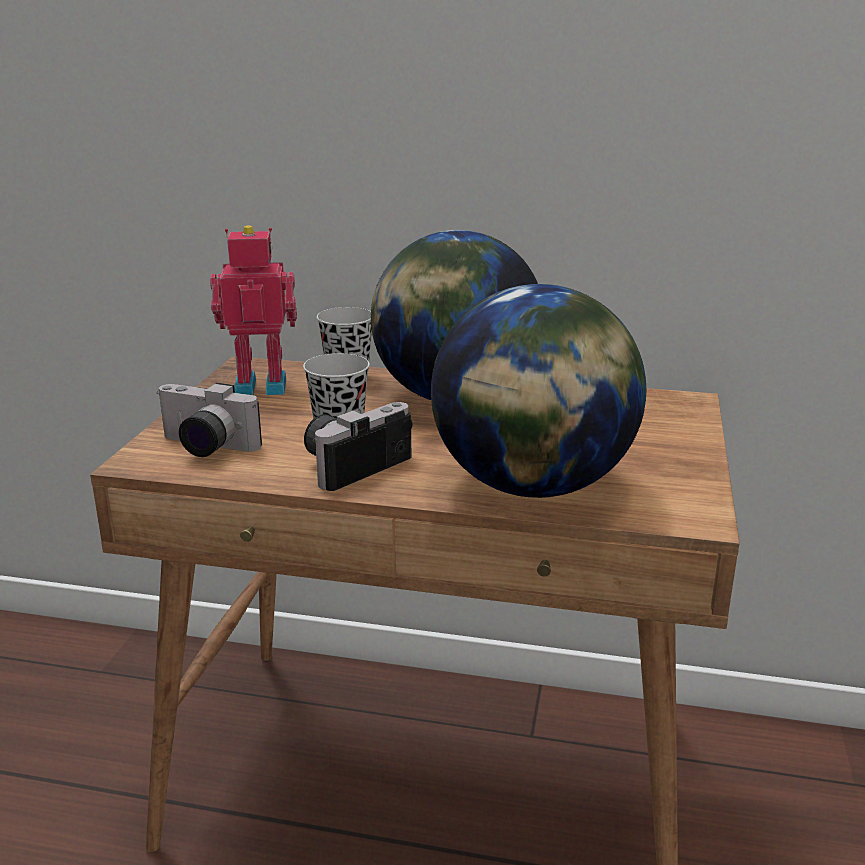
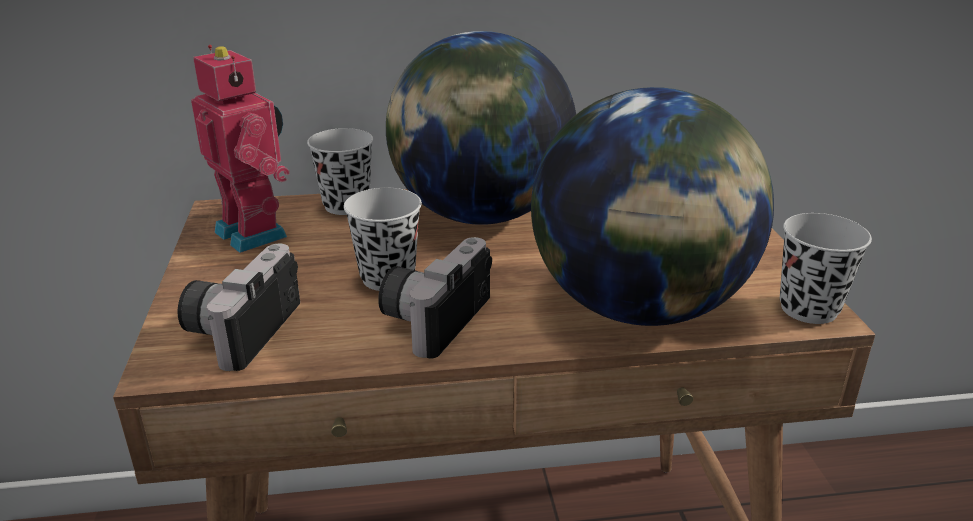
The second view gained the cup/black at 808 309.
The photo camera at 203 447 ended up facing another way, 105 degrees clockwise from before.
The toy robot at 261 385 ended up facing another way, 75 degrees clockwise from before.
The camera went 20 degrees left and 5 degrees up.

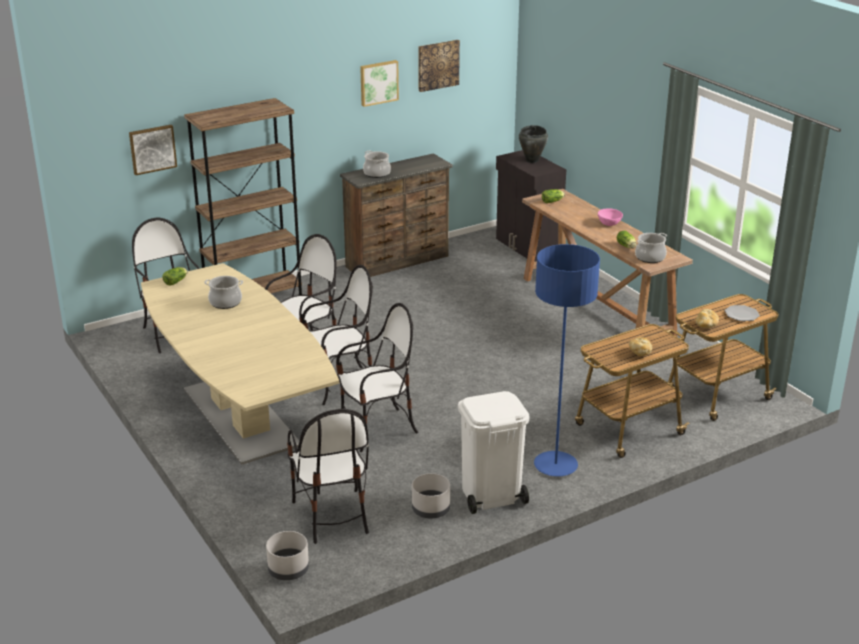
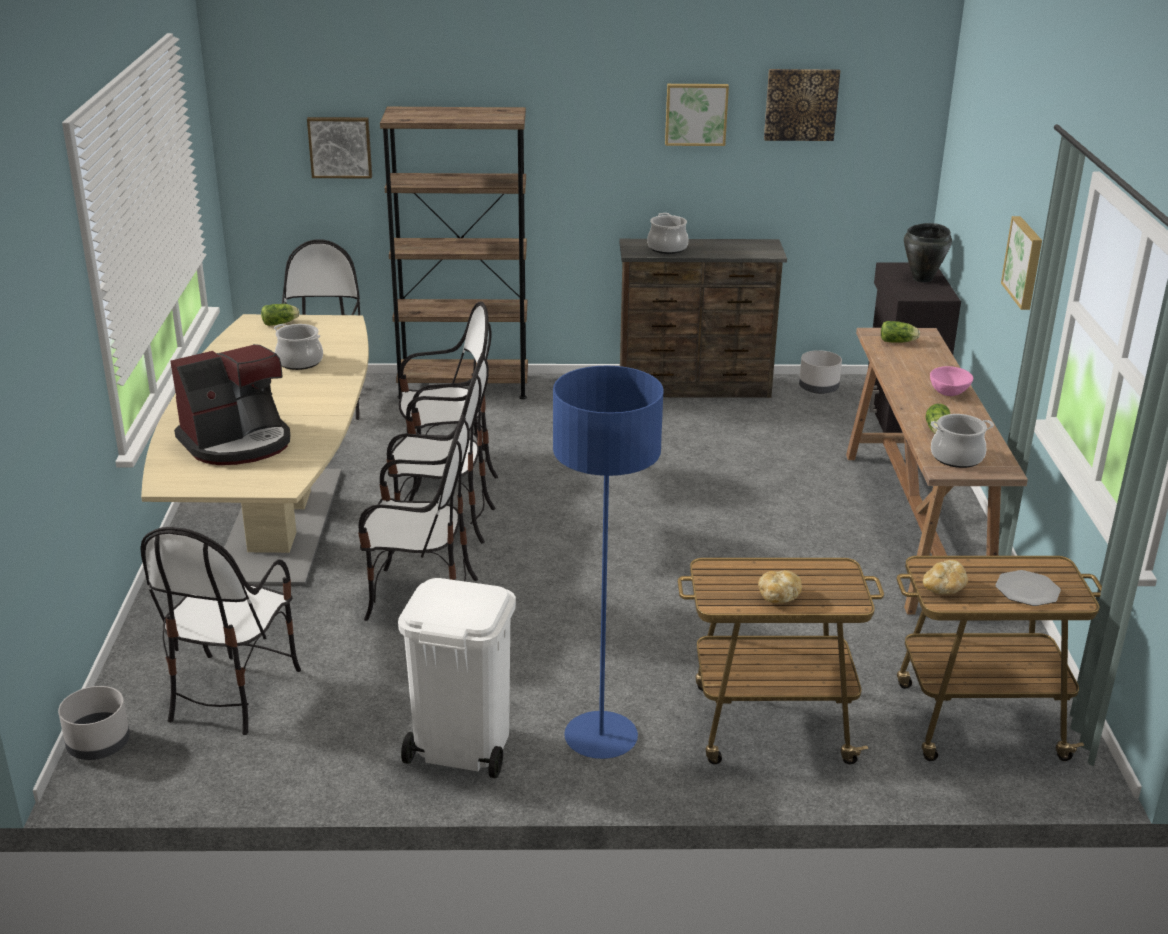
The second view gained the coffee machine at 238 442.
The second view gained the picture at 1025 262.
The planter/grey ended up elsewhere, having gone from 430 510 to 818 388.
The camera went 30 degrees right and 0 degrees up.

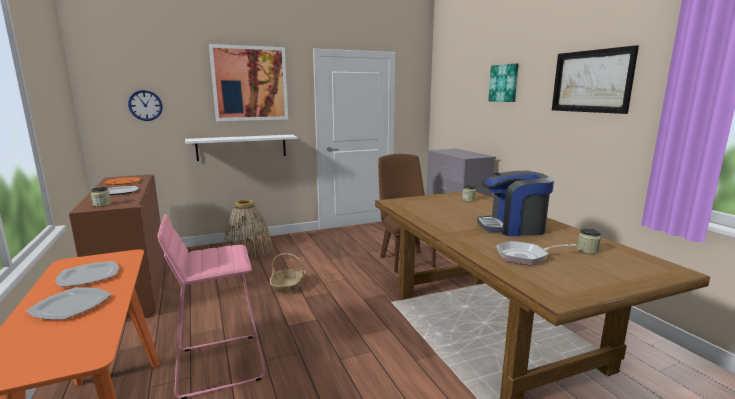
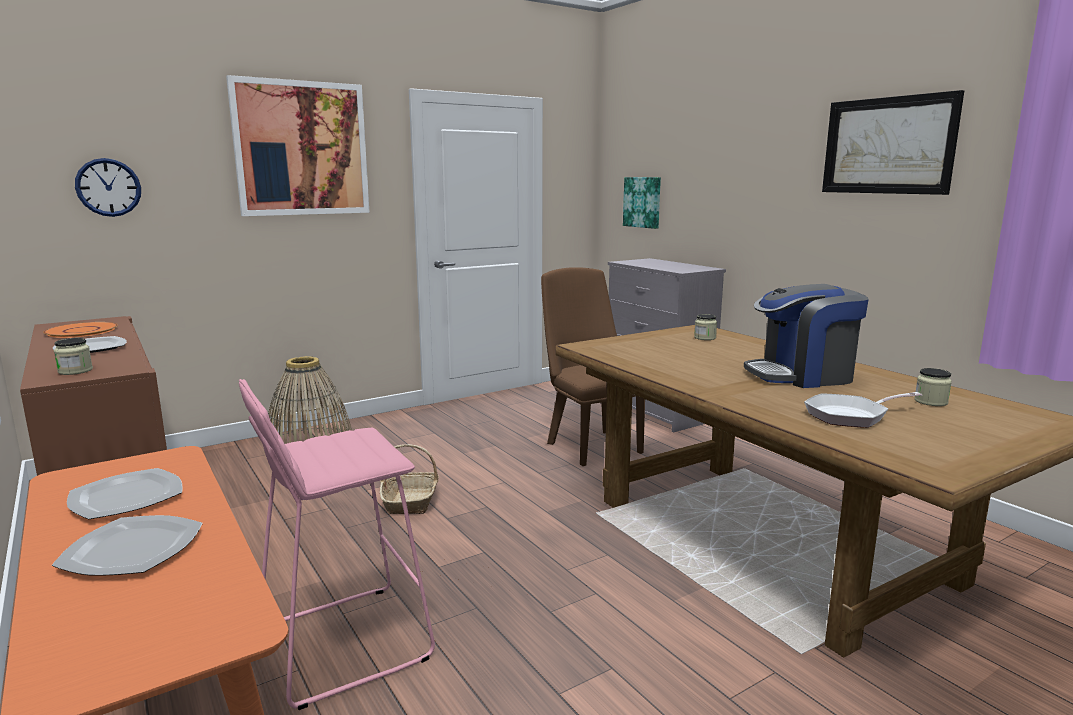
The second view lost the shelf/white at 242 147.
The picture ended up elsewhere, having gone from 504 83 to 643 202.
The camera went 10 degrees left and 0 degrees up.

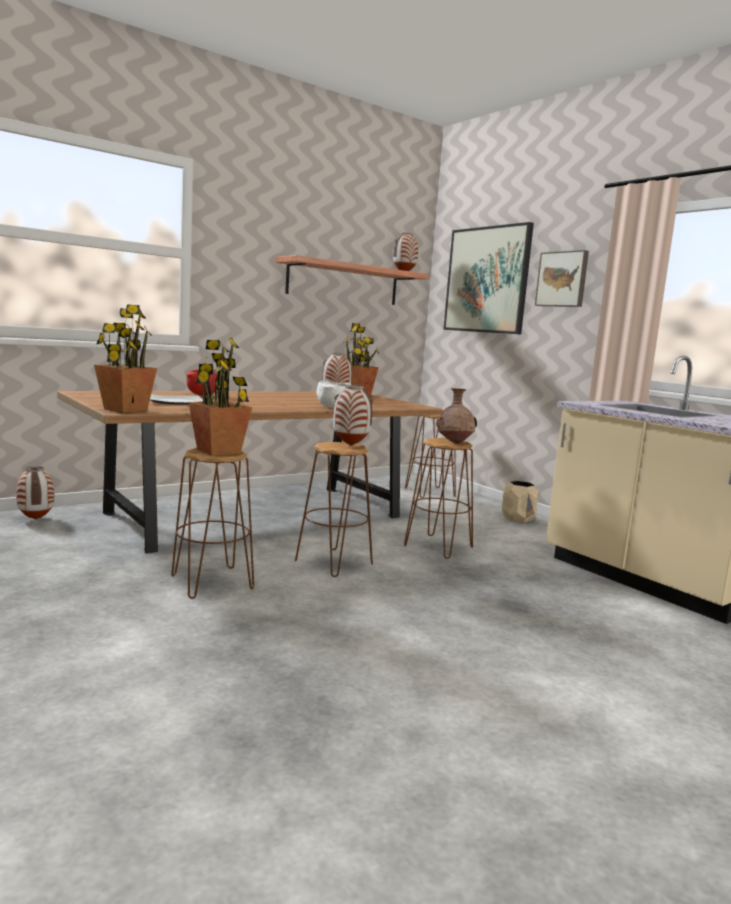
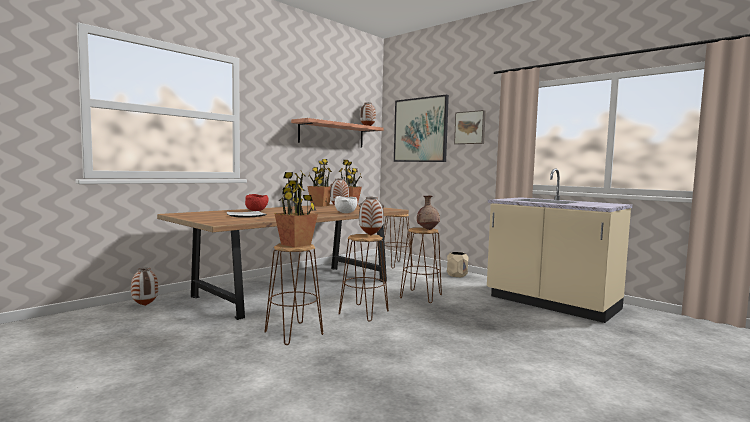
The potted plant ended up elsewhere, having gone from 125 410 to 320 205.
The camera went 10 degrees left and 5 degrees down.

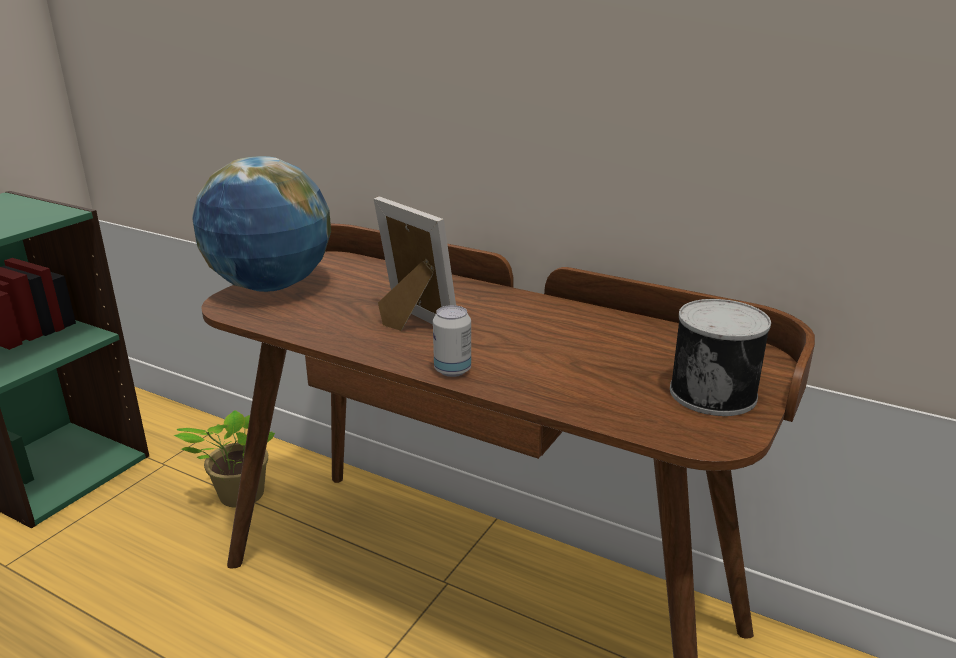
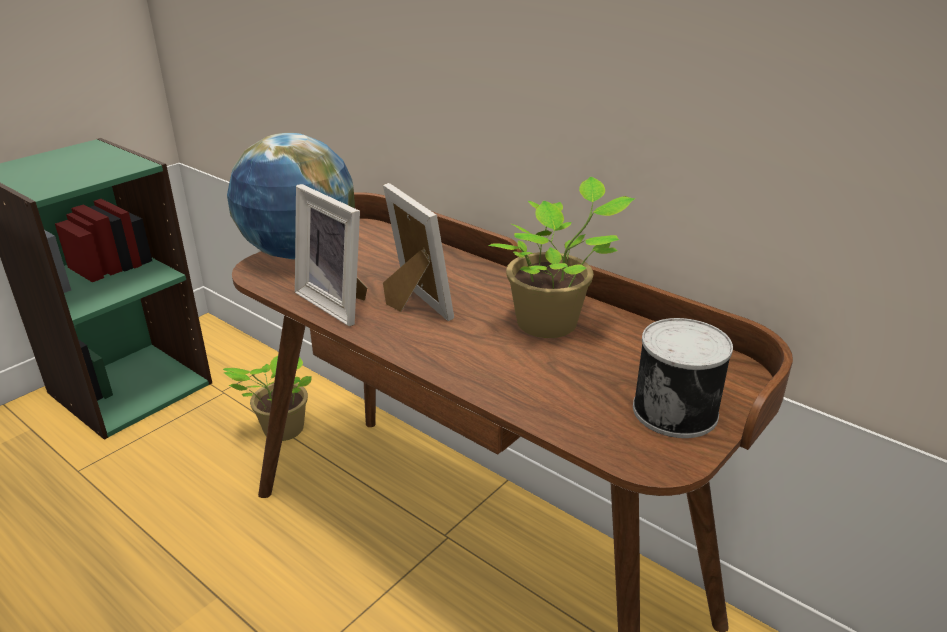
The second view lost the can at 452 370.
The second view gained the picture frame at 338 302.
The second view gained the potted plant at 552 324.
The camera went 10 degrees right and 5 degrees up.

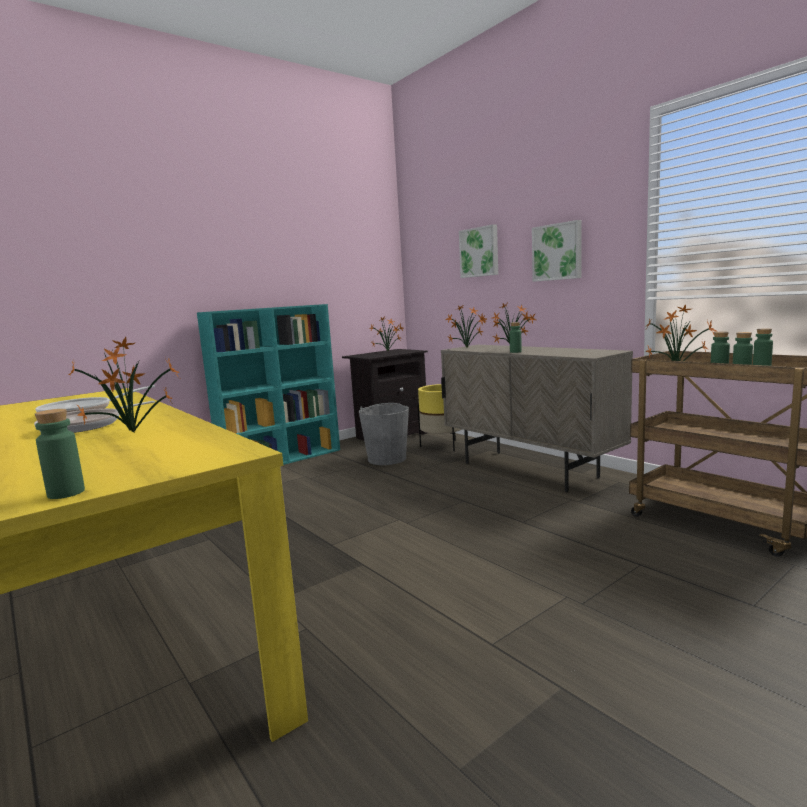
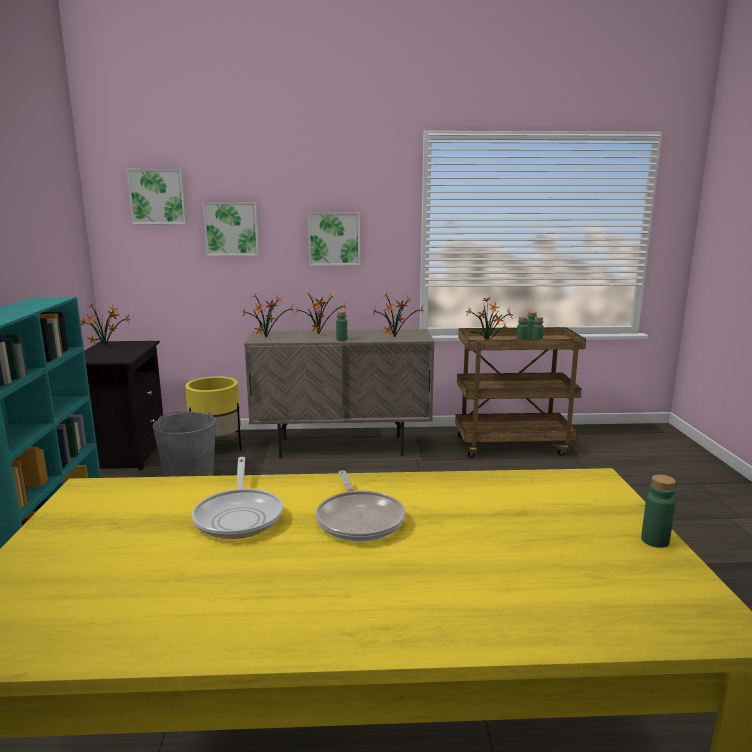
The second view gained the picture at 158 196.
The potted plant ended up elsewhere, having gone from 136 432 to 395 337.
The camera went 55 degrees left and 5 degrees up.

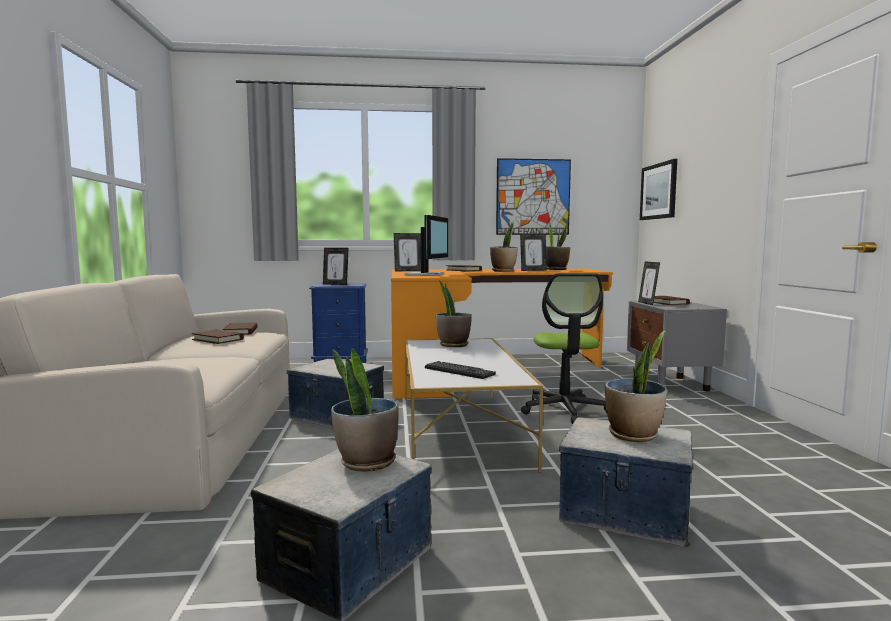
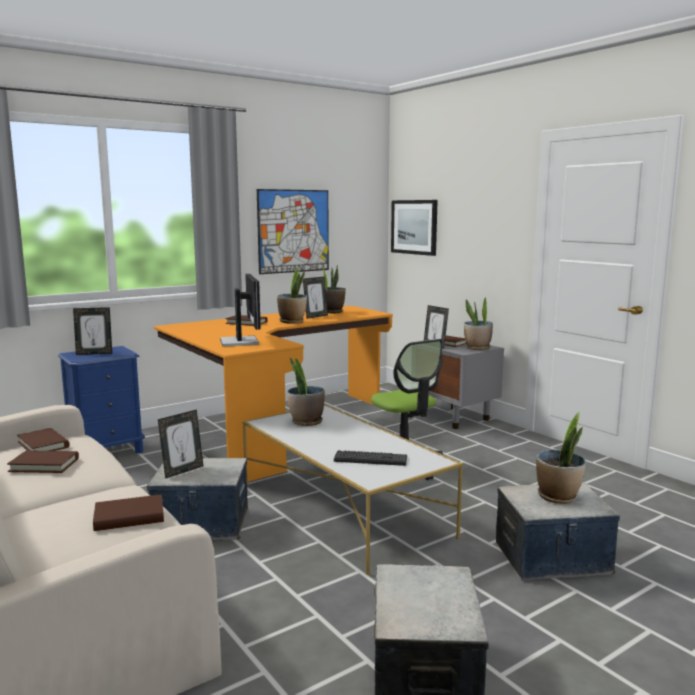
The second view gained the book/brown at 129 517.
The potted plant ended up elsewhere, having gone from 366 463 to 477 348.
The picture frame ended up elsewhere, having gone from 408 271 to 182 471.
The camera went 30 degrees left and 5 degrees up.

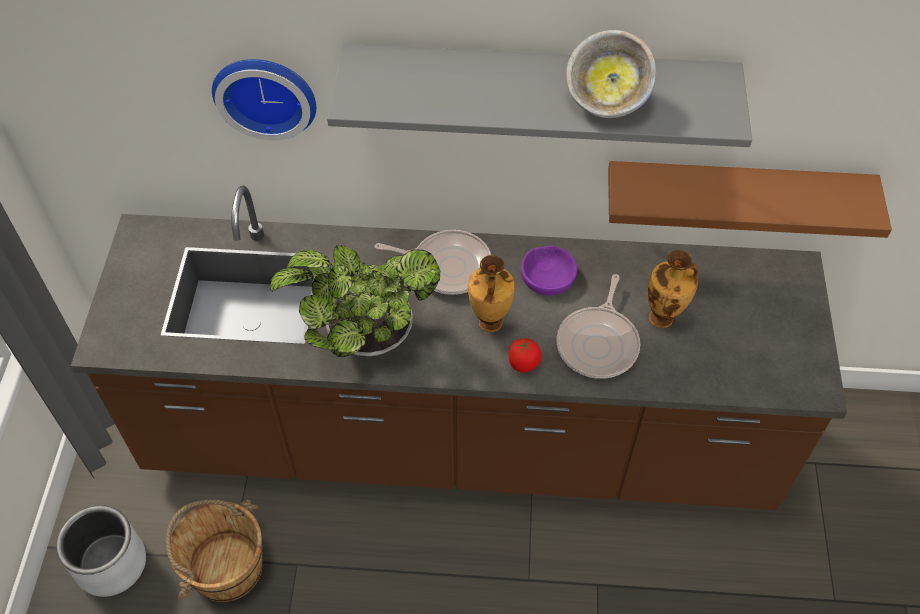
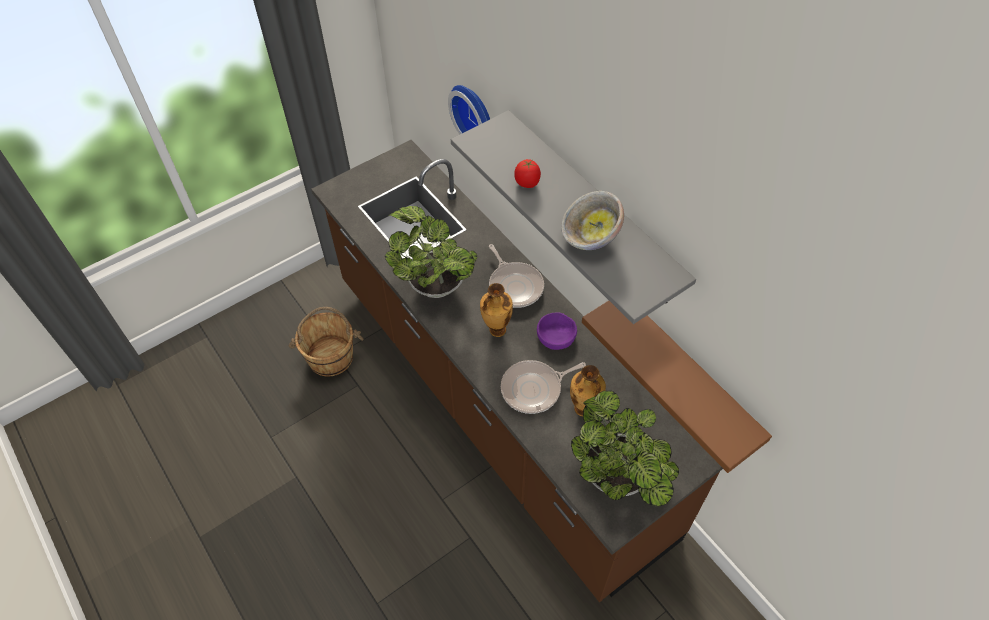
The second view lost the planter/grey at 111 563.
The second view gained the potted plant at 618 479.
The tomato ended up elsewhere, having gone from 524 364 to 527 183.
The camera went 50 degrees right and 0 degrees up.

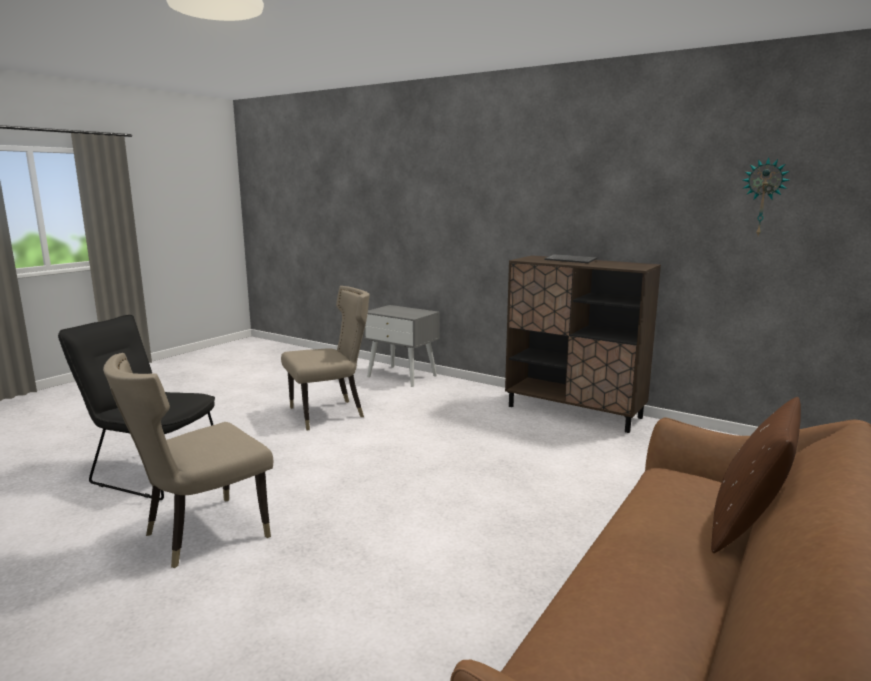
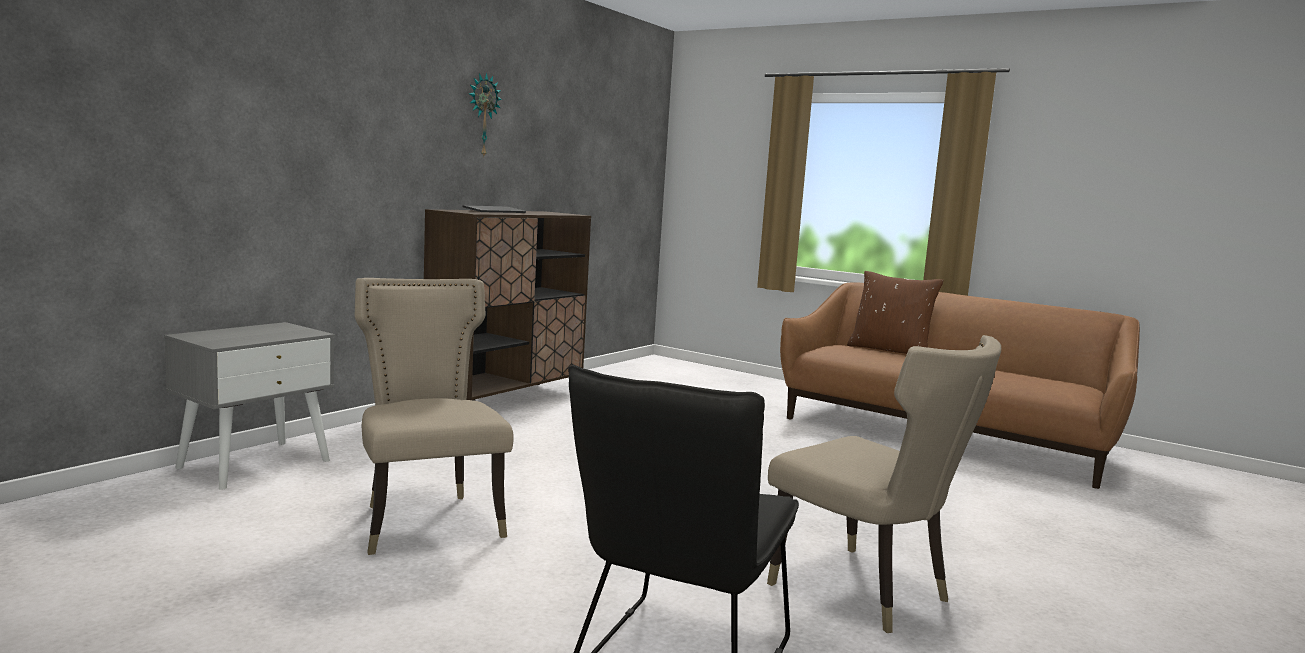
The wall clock ended up elsewhere, having gone from 763 197 to 482 115.
The camera went 90 degrees left and 5 degrees down.

